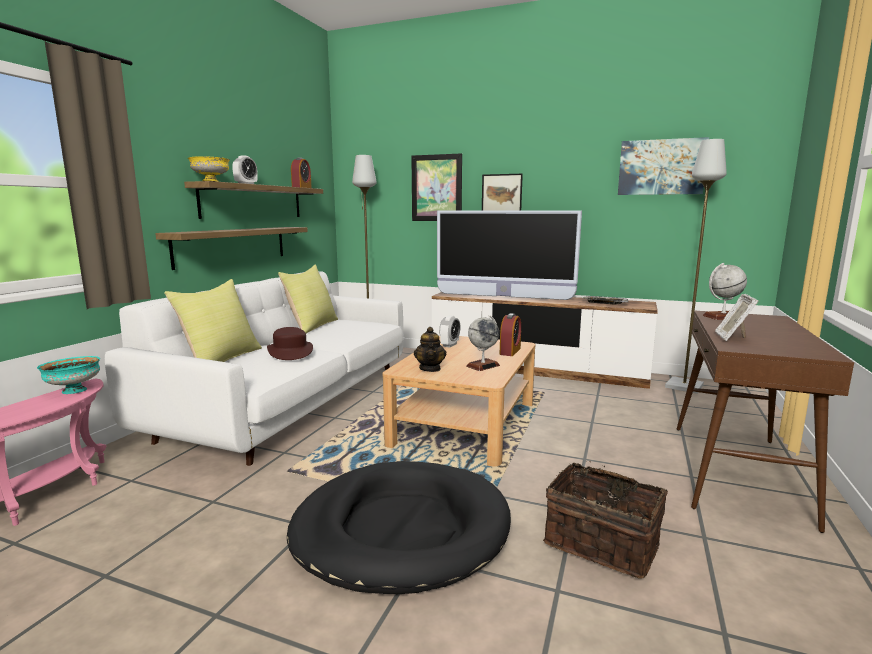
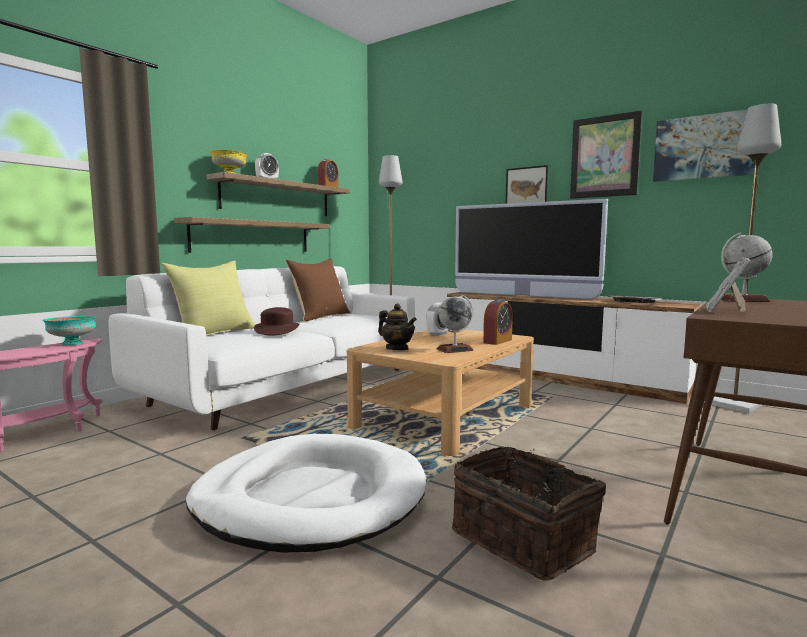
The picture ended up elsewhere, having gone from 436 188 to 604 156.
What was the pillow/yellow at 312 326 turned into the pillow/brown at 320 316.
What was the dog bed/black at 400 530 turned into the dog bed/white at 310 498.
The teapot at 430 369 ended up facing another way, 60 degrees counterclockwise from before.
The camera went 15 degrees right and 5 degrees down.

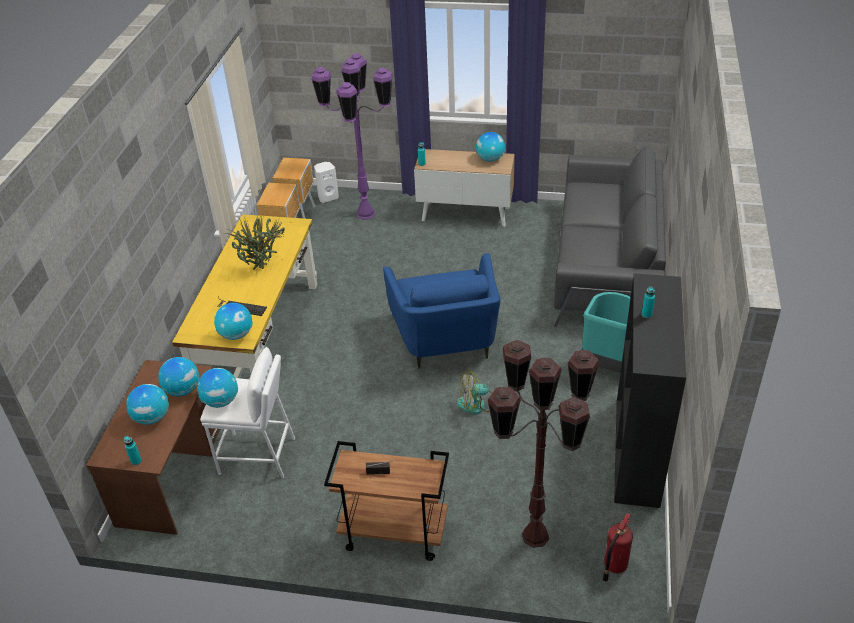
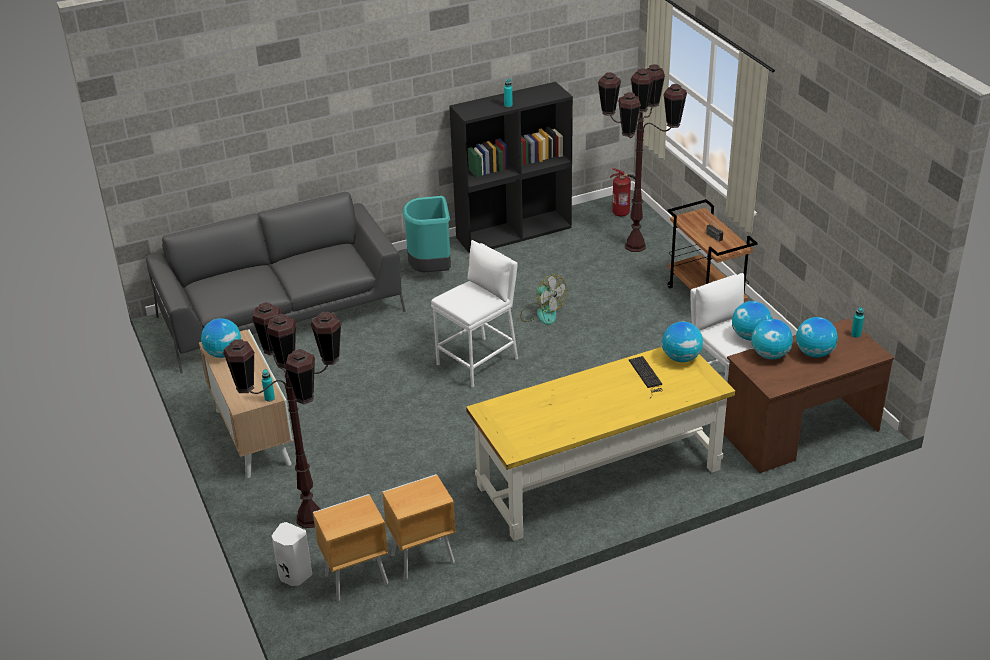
The second view lost the potted plant at 262 269.
Where the armchair/blue stood at 446 338, the stool/white came to stand at 478 362.
What was the floor lamp/purple at 366 214 turned into the floor lamp/brown at 309 518.
The camera went 125 degrees left and 5 degrees down.

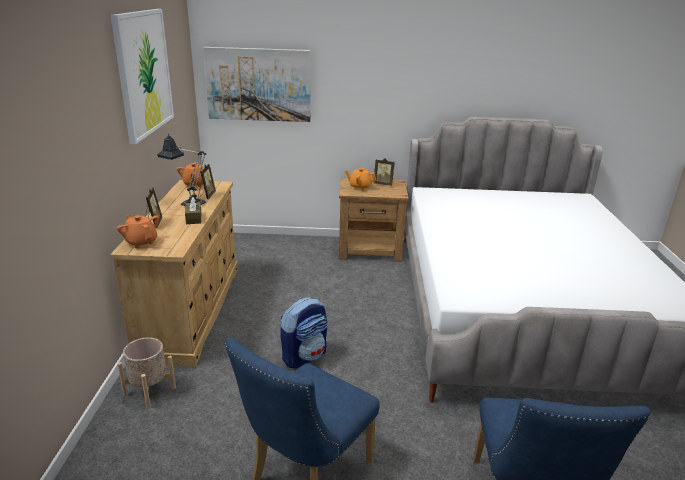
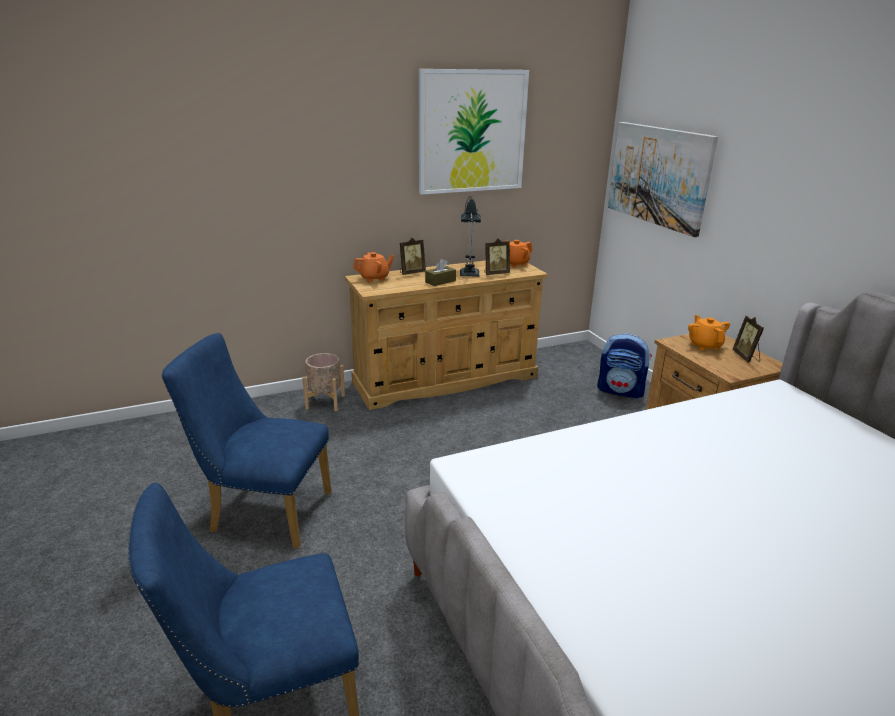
The backpack ended up elsewhere, having gone from 304 356 to 621 391.
The teapot/orange at 141 242 ended up facing another way, 45 degrees clockwise from before.
The camera went 65 degrees right and 0 degrees up.

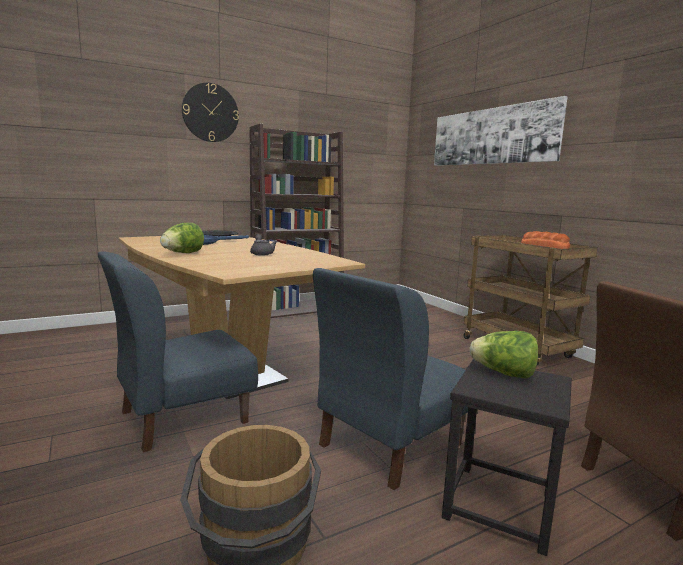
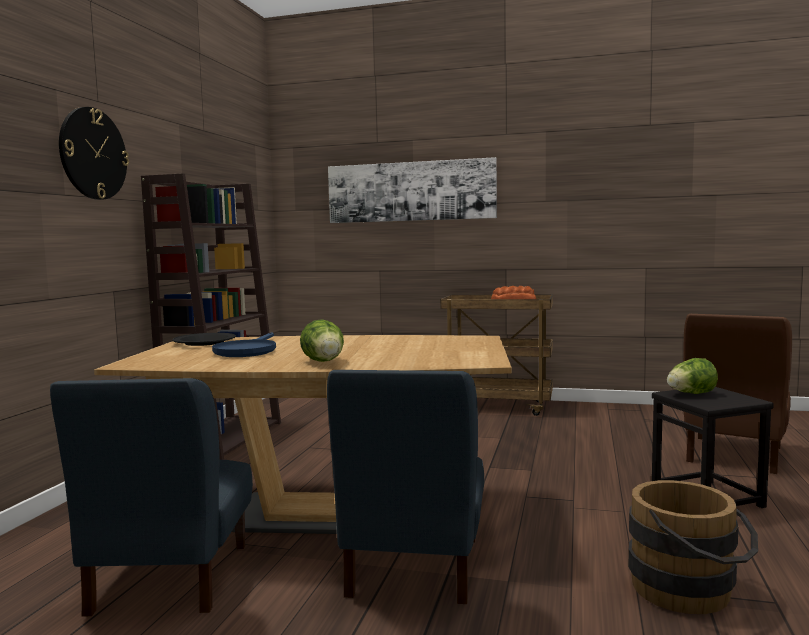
The second view lost the teapot/grey at 262 253.
The chair/blue ended up elsewhere, having gone from 389 444 to 169 578.
The camera went 45 degrees left and 5 degrees down.

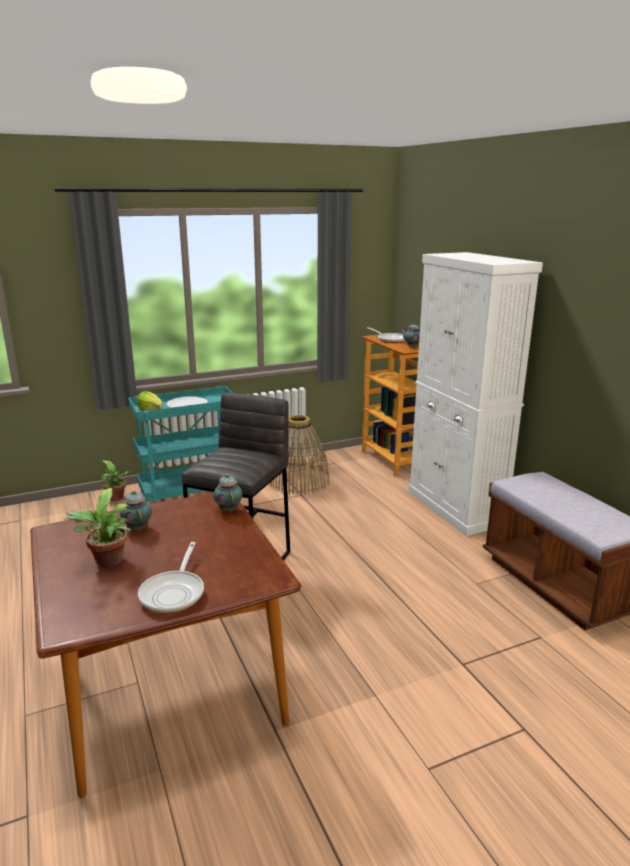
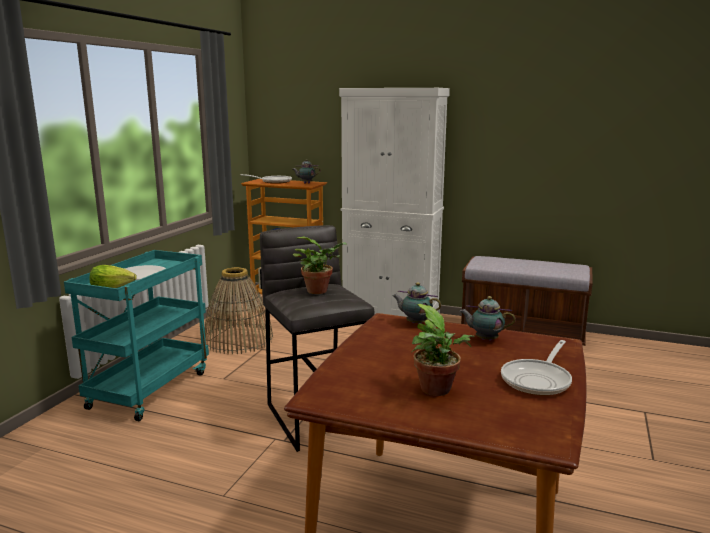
The potted plant ended up elsewhere, having gone from 117 498 to 320 291.
The teapot ended up elsewhere, having gone from 137 528 to 485 339.
The frying pan at 174 592 ended up facing another way, 75 degrees clockwise from before.
The camera went 45 degrees left and 5 degrees down.

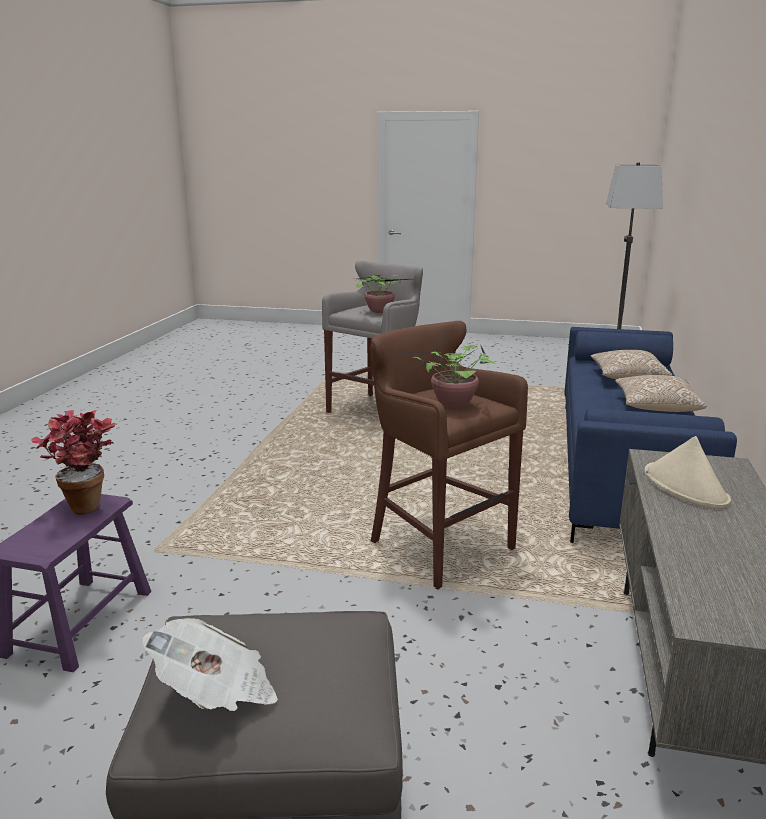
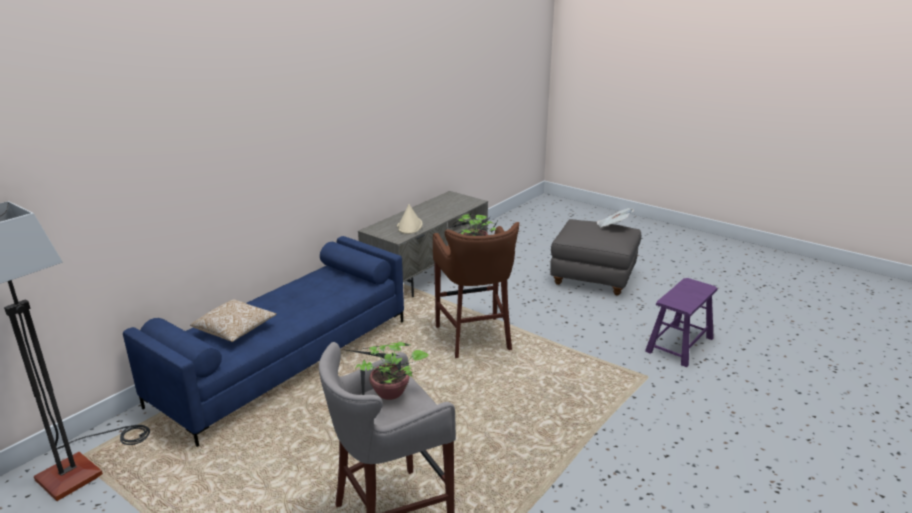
The second view lost the potted plant at 85 504.
The second view lost the pillow at 656 407.
The camera went 155 degrees left and 5 degrees up.

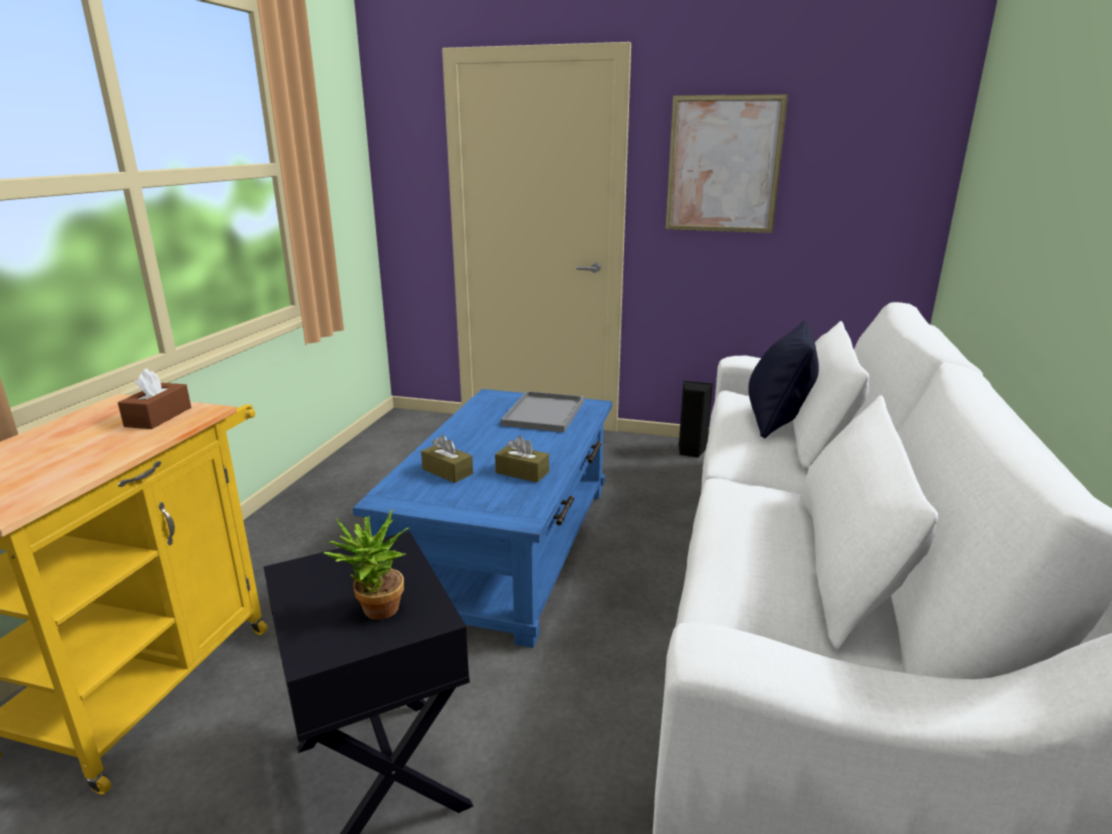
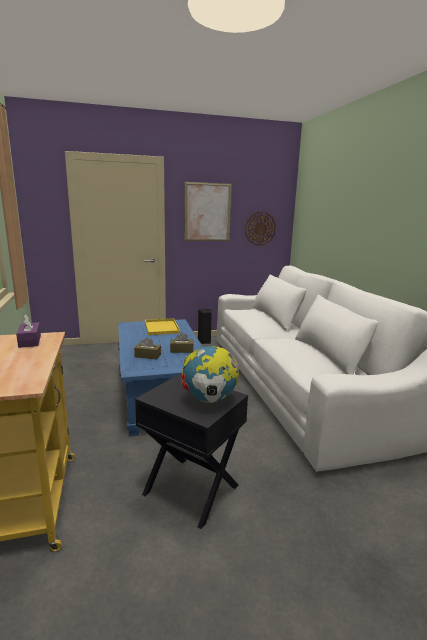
The second view lost the pillow/black at 777 420.
The second view gained the wall clock at 260 228.
Where the potted plant stood at 376 613, the globe came to stand at 209 400.
What was the tissue box/brown at 158 417 turned into the tissue box/purple at 30 341.
What was the tray/grey at 544 414 turned into the tray/yellow at 162 328.
The camera went 30 degrees left and 5 degrees down.

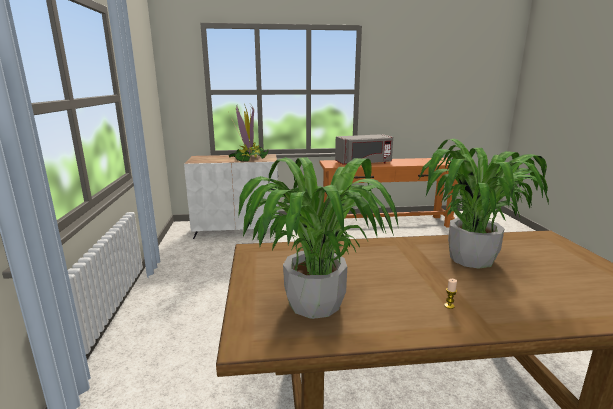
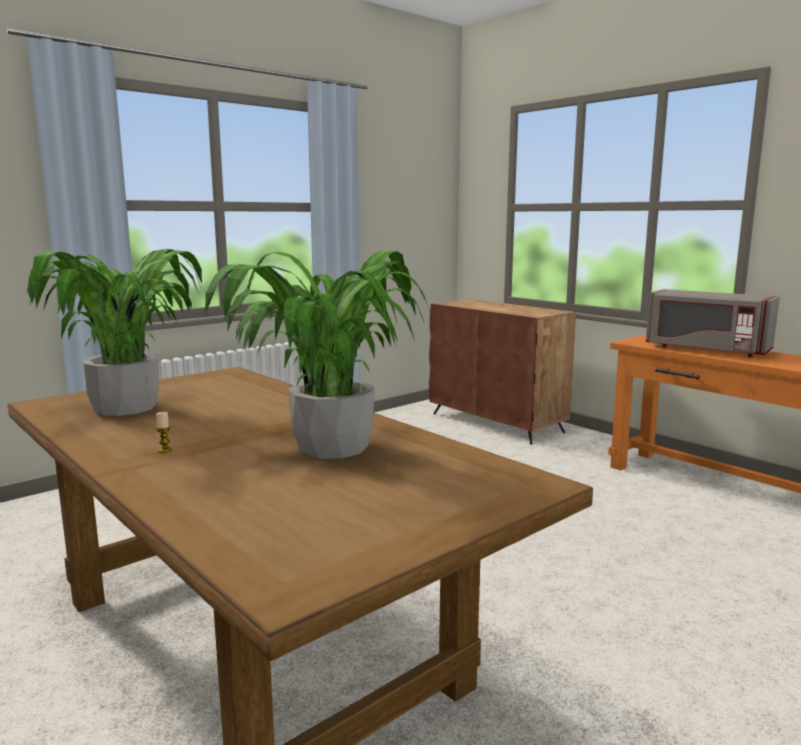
The second view lost the potted plant at 249 158.
What was the cabinet/white at 237 230 turned into the cabinet/brown at 497 423.
The camera went 55 degrees right and 5 degrees down.

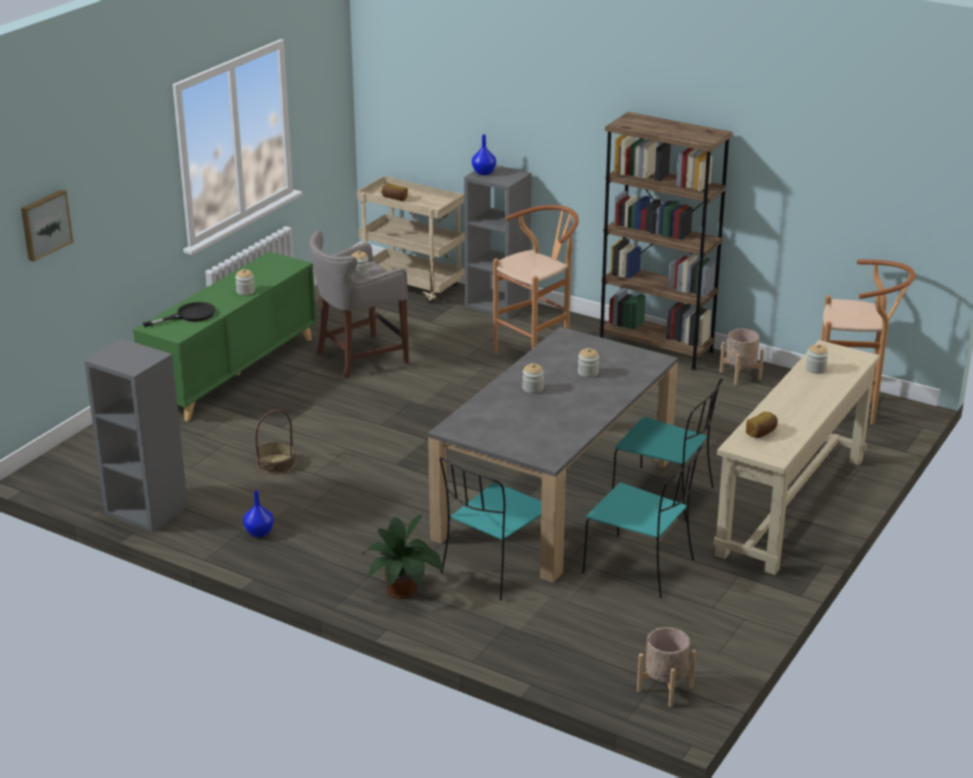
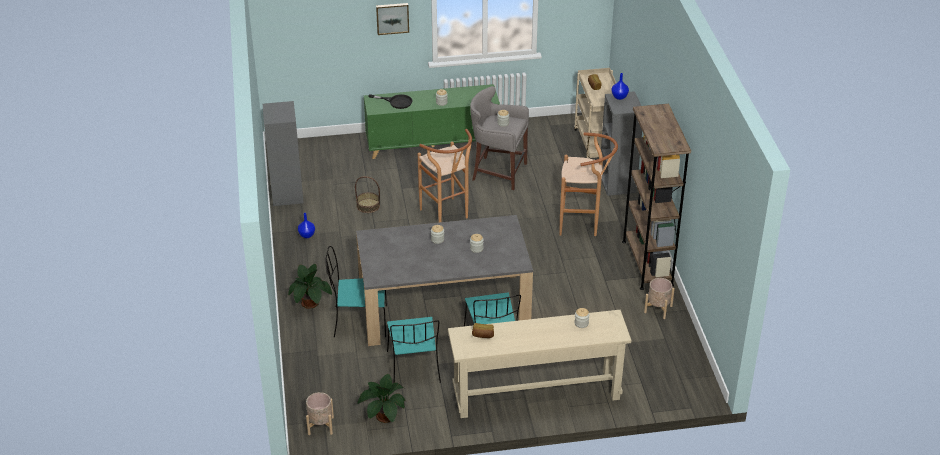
The second view gained the potted plant at 384 416.
The picture ended up elsewhere, having gone from 45 224 to 392 18.
The stool/brown ended up elsewhere, having gone from 852 410 to 447 215.
The camera went 50 degrees right and 10 degrees up.

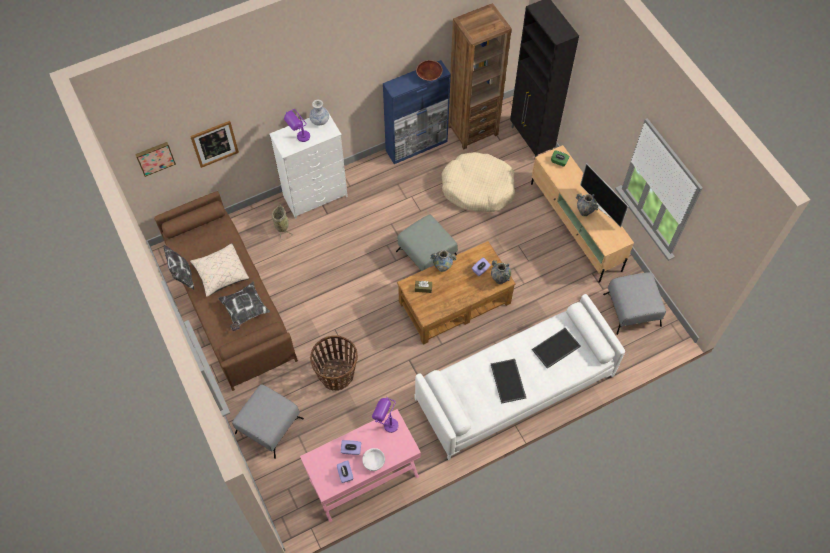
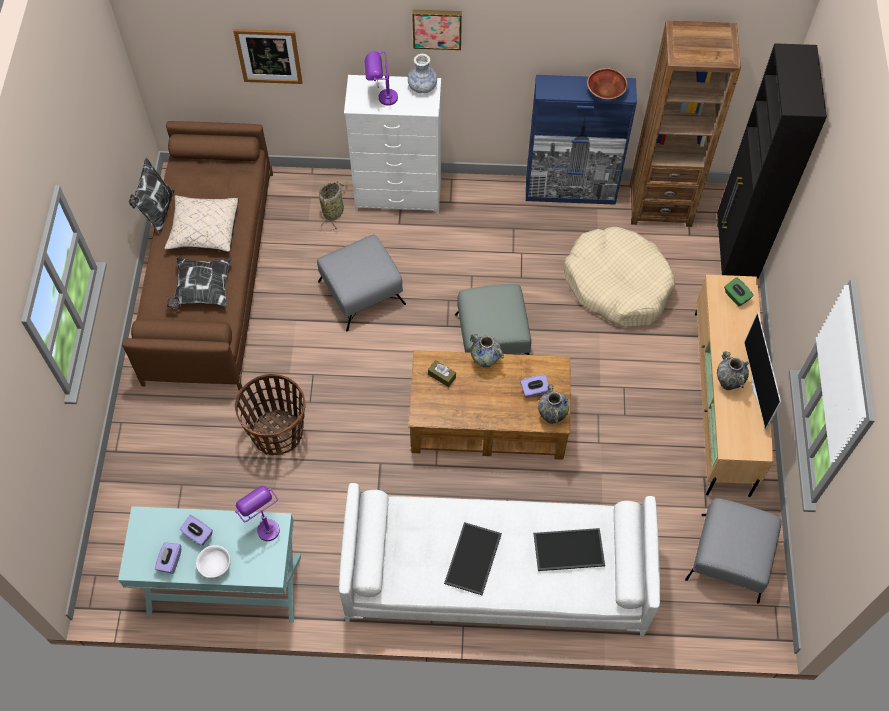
The picture ended up elsewhere, having gone from 155 157 to 437 27.
The ottoman/grey ended up elsewhere, having gone from 269 425 to 362 292.
What was the console table/pink at 364 478 turned into the console table/turquoise at 224 585.
The camera went 30 degrees right and 0 degrees up.

